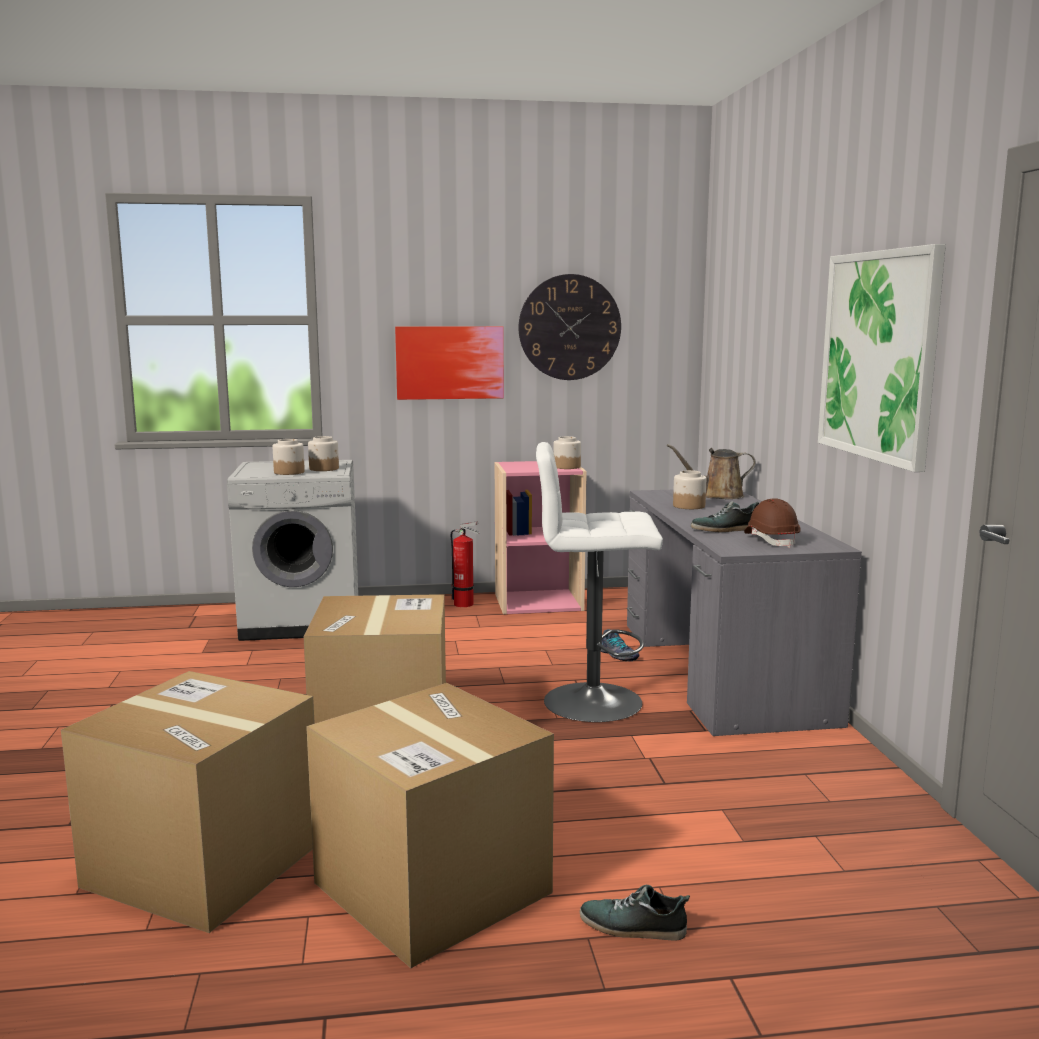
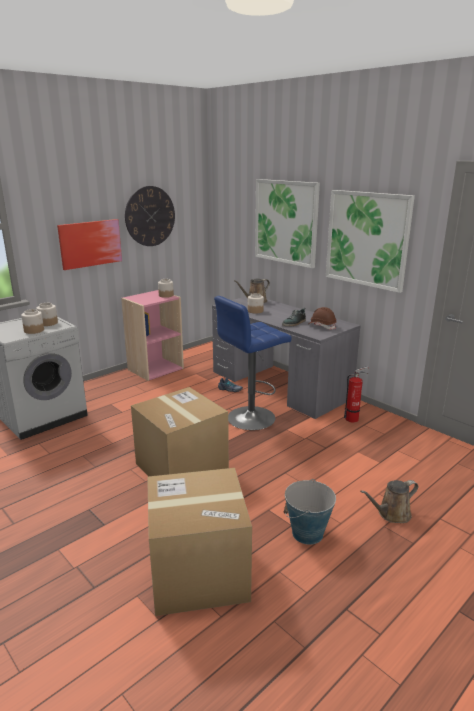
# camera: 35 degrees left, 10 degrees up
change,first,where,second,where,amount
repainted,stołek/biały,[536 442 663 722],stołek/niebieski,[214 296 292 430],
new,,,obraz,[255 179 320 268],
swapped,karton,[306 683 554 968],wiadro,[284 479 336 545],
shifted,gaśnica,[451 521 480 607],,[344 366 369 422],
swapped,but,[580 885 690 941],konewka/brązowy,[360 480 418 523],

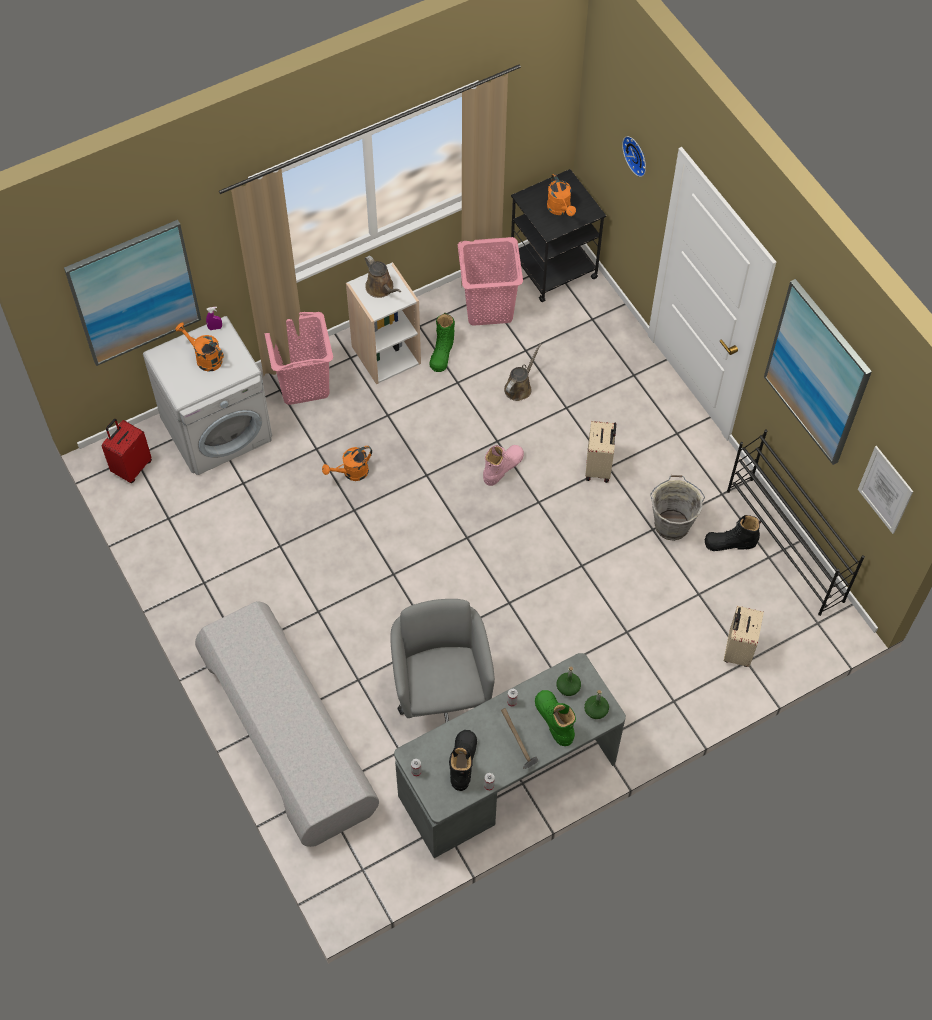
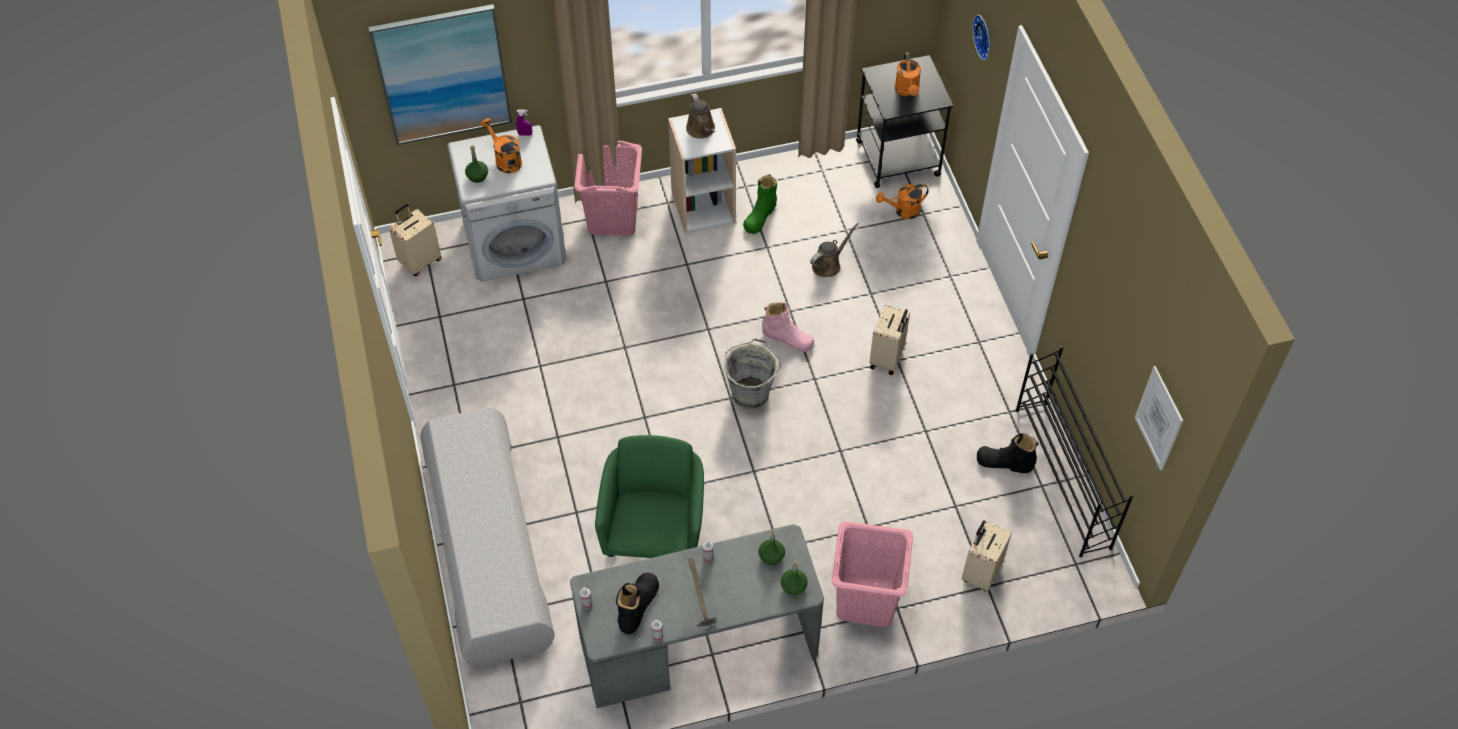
# camera: 15 degrees right, 5 degrees down
change,first,where,second,where,amount
repainted,walizka/czerwony,[102 419 152 483],walizka/beżowy,[389 204 442 276],
new,,,butelka/zielony,[465 145 488 183],
repainted,krzesło biurowe/szary,[390 599 495 722],krzesło biurowe/zielony,[595 435 704 558],
shifted,wiadro/szary,[650 475 705 541],,[724 338 781 409],
rotated,but z cholewką/różowy,[483 445 524 486],,[762 302 814 352],60 degrees clockwise
shifted,kosz na pranie/różowy,[458 237 523 326],,[831 521 913 627],
shifted,konewka/pomarańczowy,[322 446 372 481],,[876 184 929 219],
gone,but z cholewką/zielony,[535 690 576 746],,,
gone,obraz,[764 279 872 465],,,

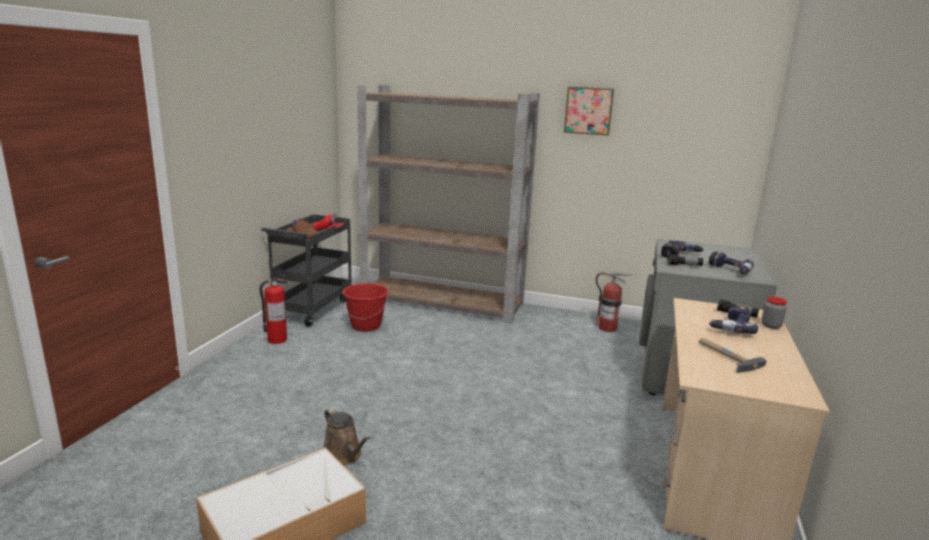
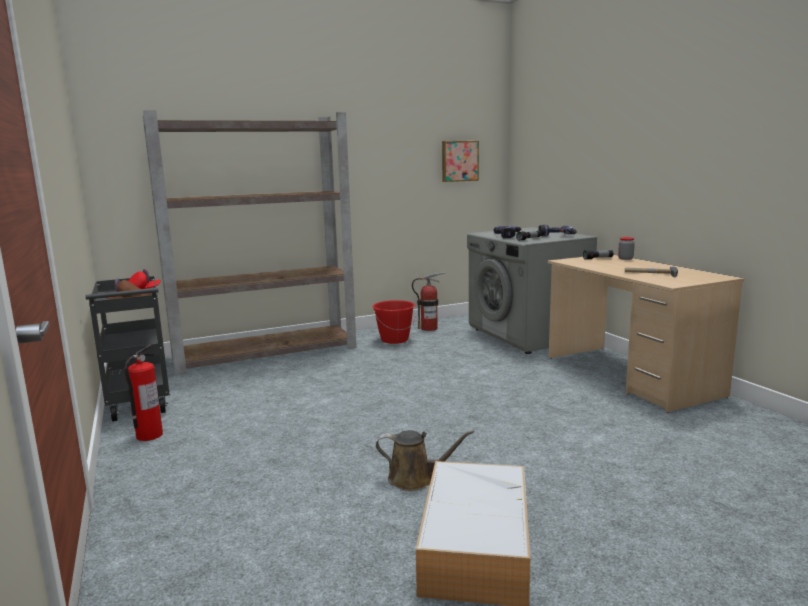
# camera: 40 degrees left, 5 degrees down
change,first,where,second,where,amount
shifted,wiadro/czerwony,[342 283 389 332],,[372 300 416 344],
shifted,obraz,[564 86 614 136],,[442 141 479 182],
gone,wiertarka,[709 306 758 334],,,

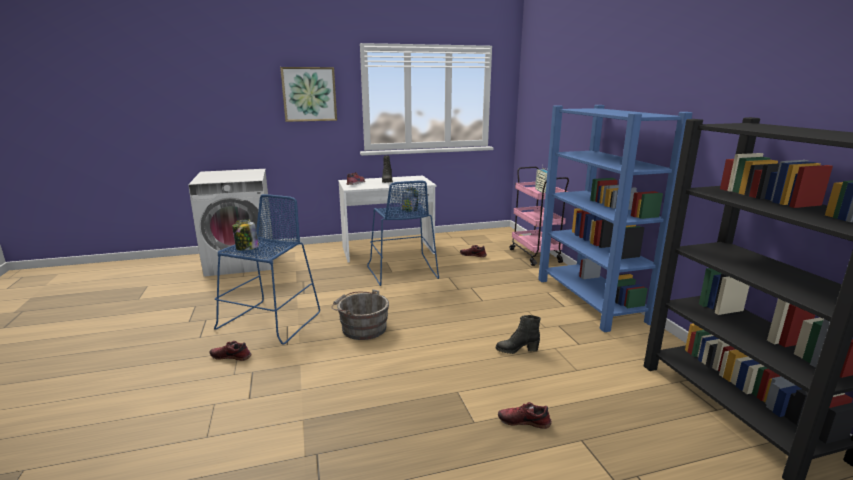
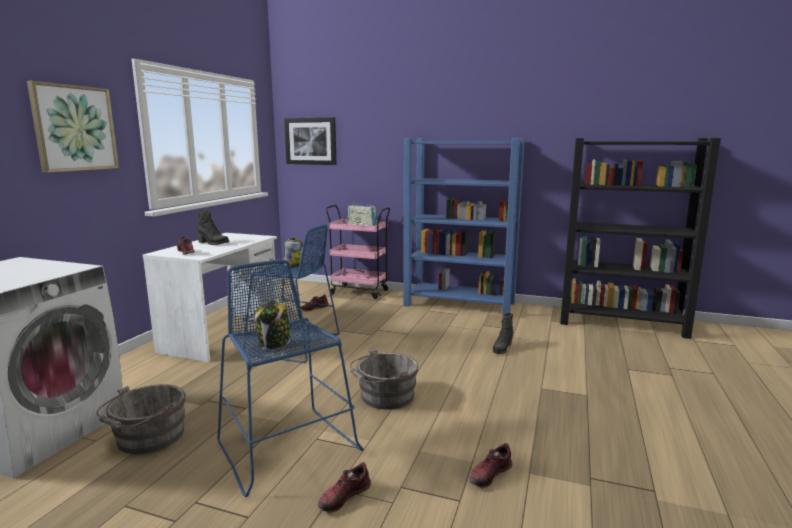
# camera: 55 degrees left, 5 degrees down
change,first,where,second,where,amount
new,,,wiadro/szary,[97 384 186 454],
new,,,obraz,[284 117 337 165],
shifted,but,[498 402 552 429],,[469 443 512 489],

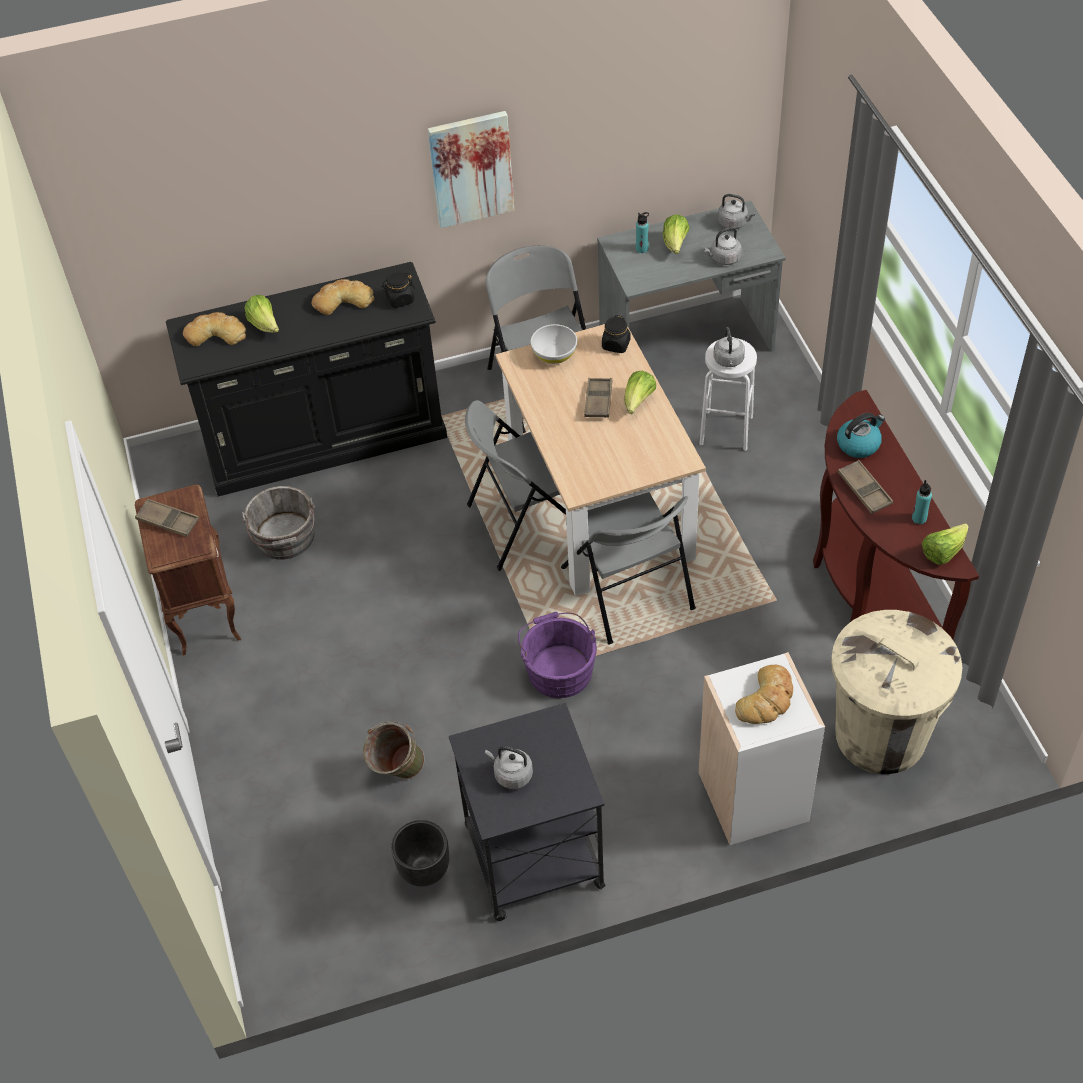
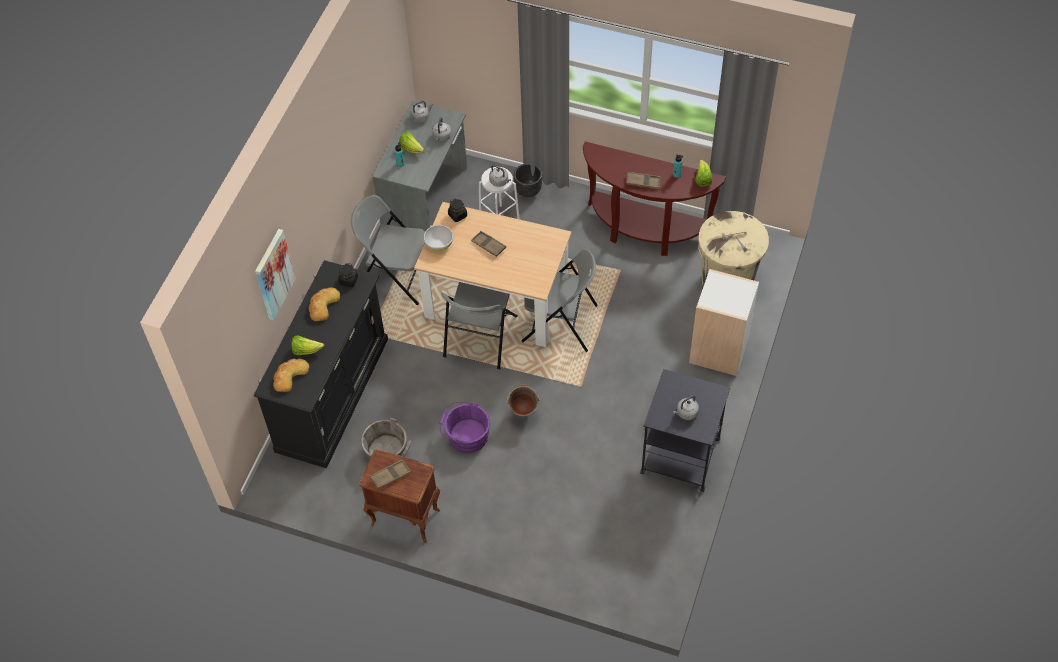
# camera: 55 degrees left, 5 degrees up
change,first,where,second,where,amount
shifted,obraz,[428 111 514 228],,[255 229 296 320],
shifted,wiadro/fioletowy,[518 612 597 698],,[439 401 490 453],
shifted,wiadro/zielony,[363 721 425 779],,[507 385 540 416],
shifted,donica/czarny,[391 820 449 887],,[514 163 542 197],
gone,sałata,[624 371 656 414],,,
gone,chleb,[735 665 793 724],,,
gone,czajnik,[837 413 885 458],,,

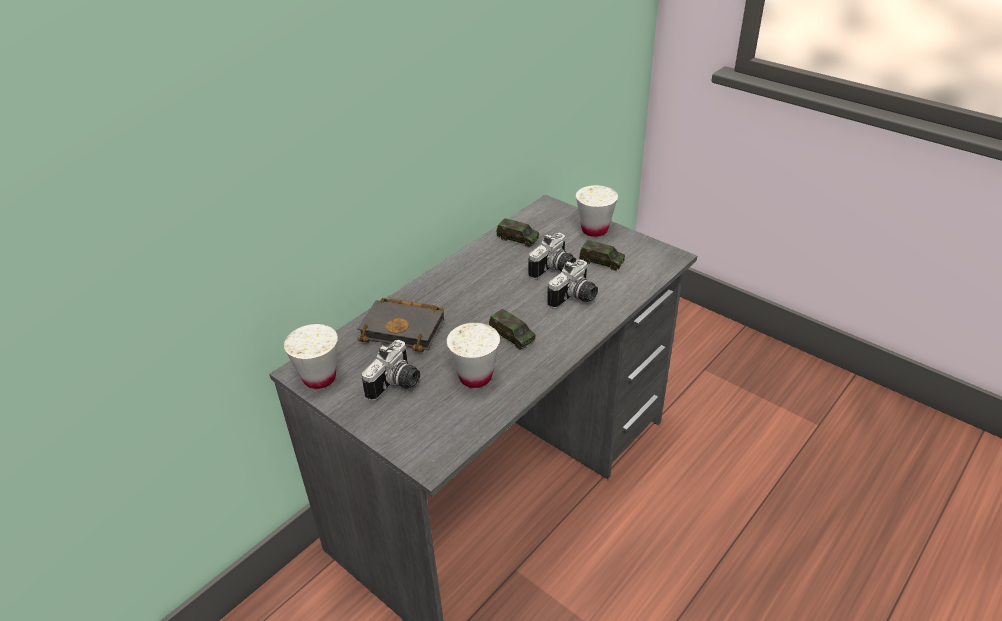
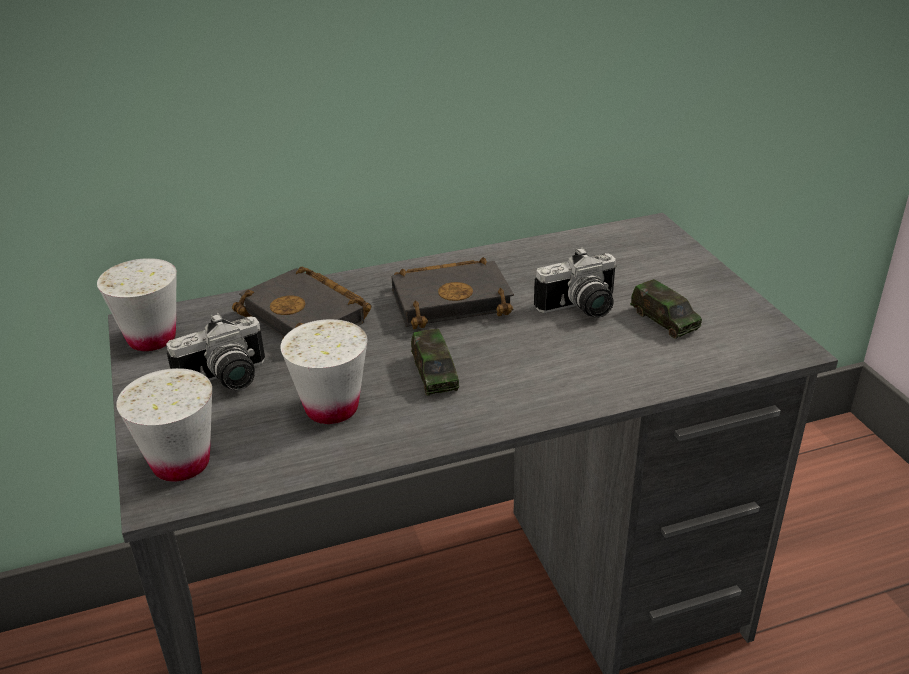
# camera: 30 degrees right, 5 degrees down
change,first,where,second,where,amount
shifted,filiżanka/biały,[576 185 618 237],,[116 368 212 482],
new,,,książka/czarny,[392 257 514 329],
gone,samochodzik,[496 218 539 248],,,
gone,aparat fotograficzny,[547 260 598 309],,,

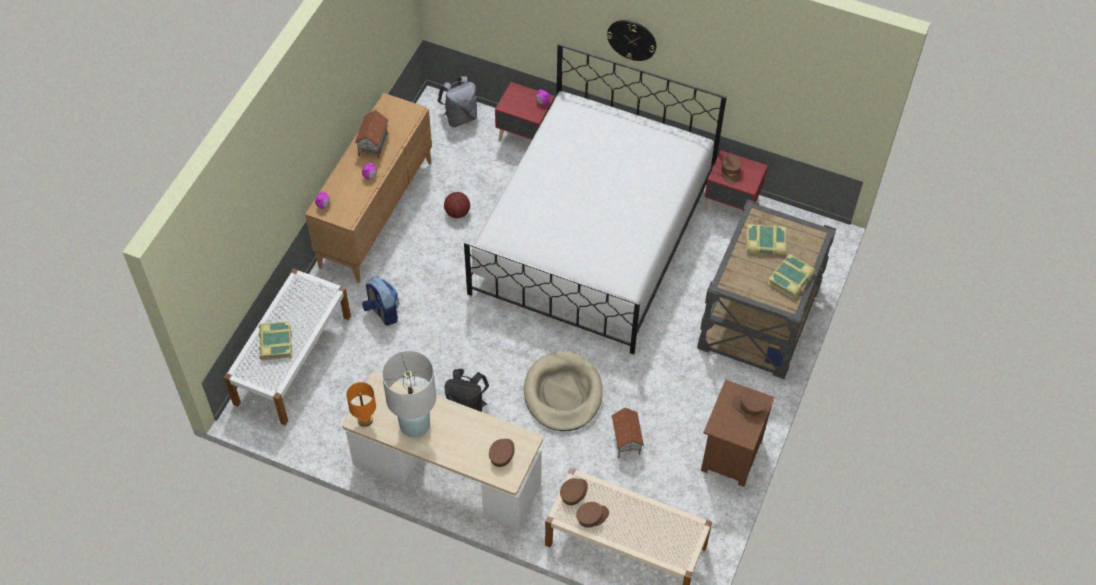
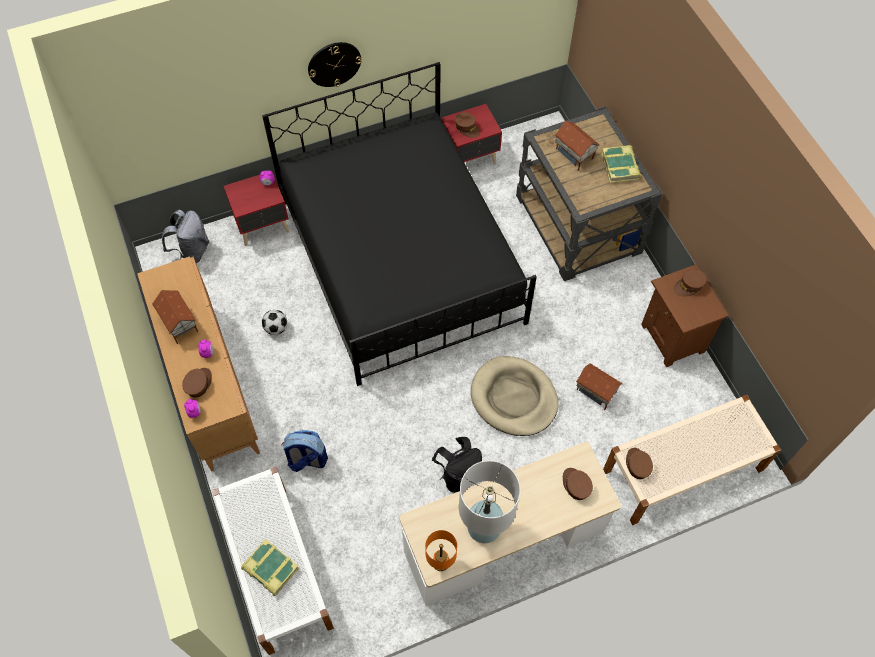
# camera: 45 degrees left, 5 degrees up
change,first,where,second,where,amount
shifted,czapka z daszkiem/brązowy,[576 502 609 528],,[182 368 212 397],
repainted,łóżko/biały,[464 43 727 354],łóżko/czarny,[262 62 537 386],
swapped,piłka do koszykówki,[444 192 470 218],piłka futbolowa,[262 310 287 335],
swapped,książka,[746 224 786 256],domek,[555 121 600 171],

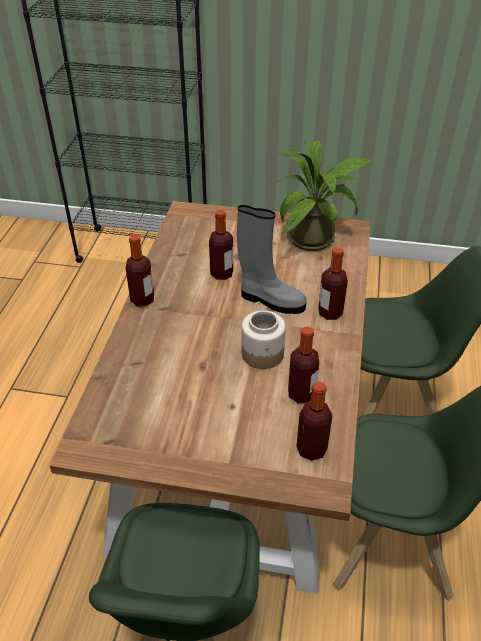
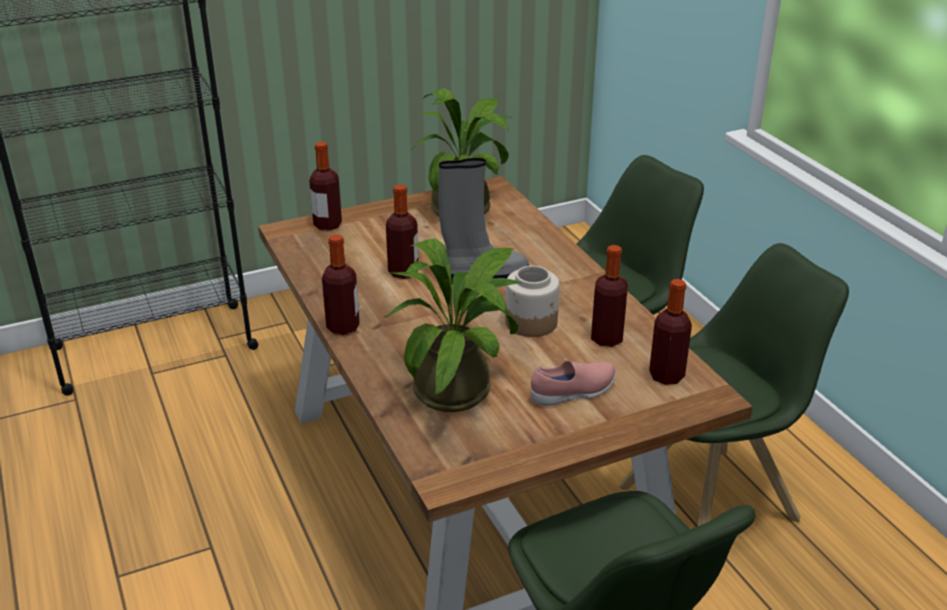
# camera: 35 degrees left, 10 degrees down
change,first,where,second,where,amount
shifted,butelka,[318 247 348 320],,[309 142 342 231],
new,,,roślina doniczkowa,[385 238 521 412],
new,,,but/różowy,[530 361 616 406],

